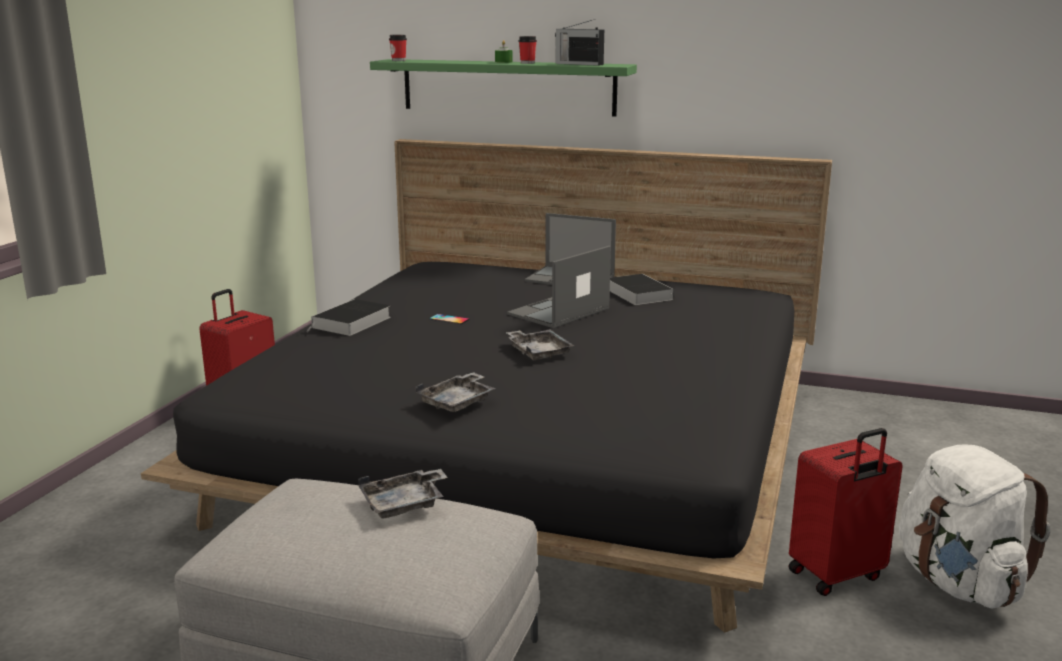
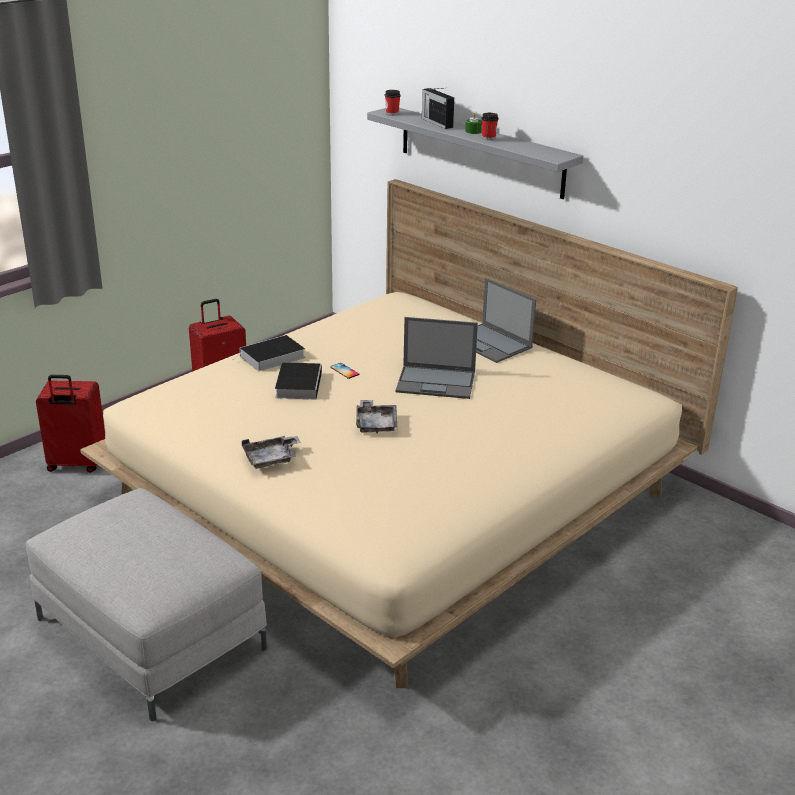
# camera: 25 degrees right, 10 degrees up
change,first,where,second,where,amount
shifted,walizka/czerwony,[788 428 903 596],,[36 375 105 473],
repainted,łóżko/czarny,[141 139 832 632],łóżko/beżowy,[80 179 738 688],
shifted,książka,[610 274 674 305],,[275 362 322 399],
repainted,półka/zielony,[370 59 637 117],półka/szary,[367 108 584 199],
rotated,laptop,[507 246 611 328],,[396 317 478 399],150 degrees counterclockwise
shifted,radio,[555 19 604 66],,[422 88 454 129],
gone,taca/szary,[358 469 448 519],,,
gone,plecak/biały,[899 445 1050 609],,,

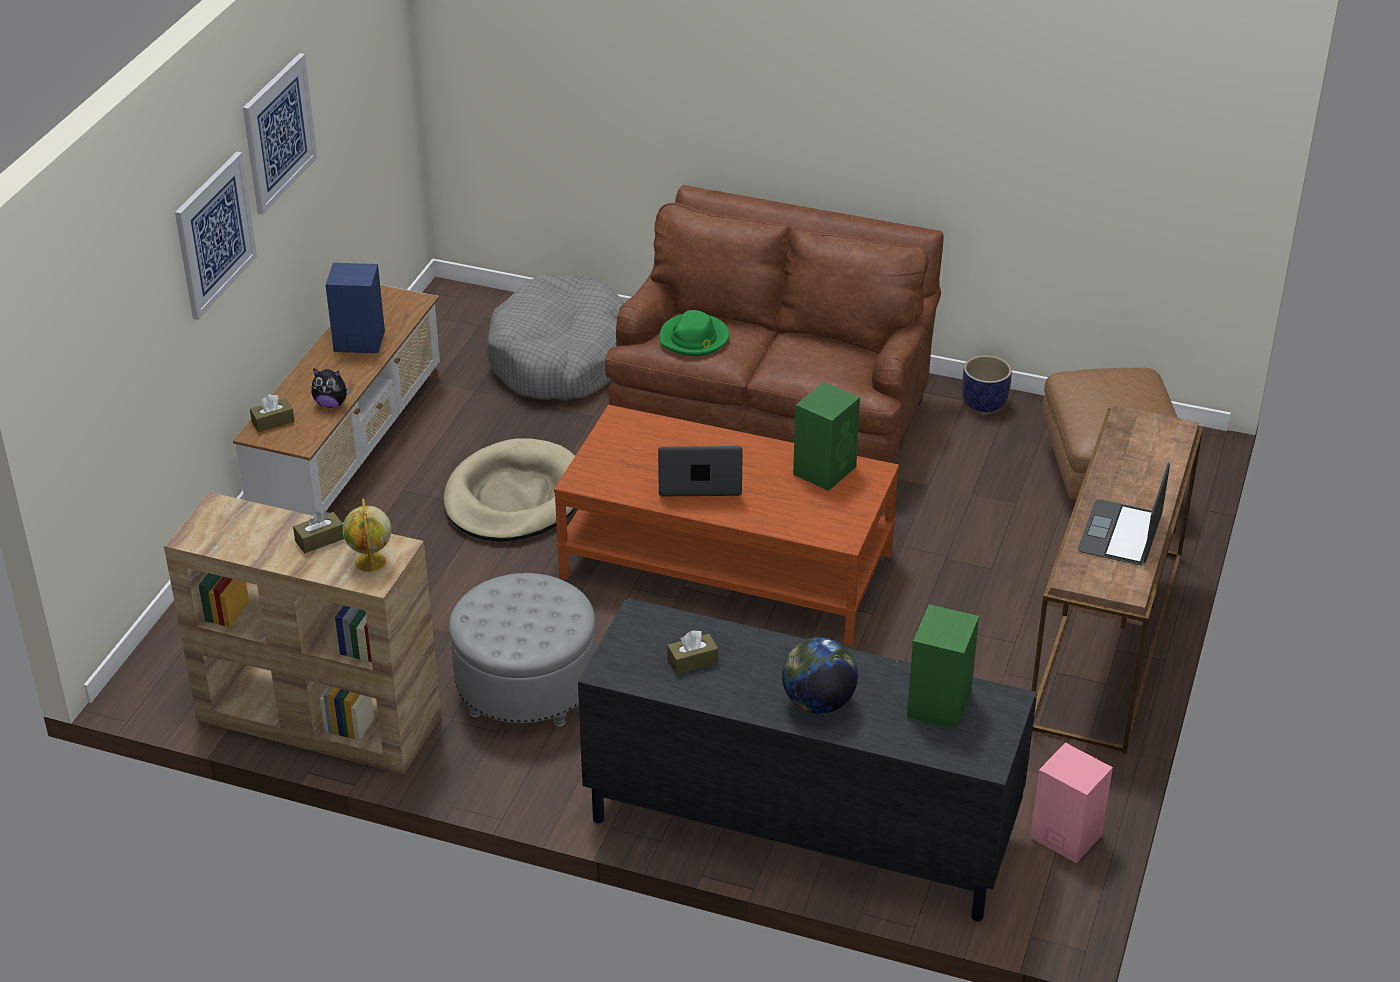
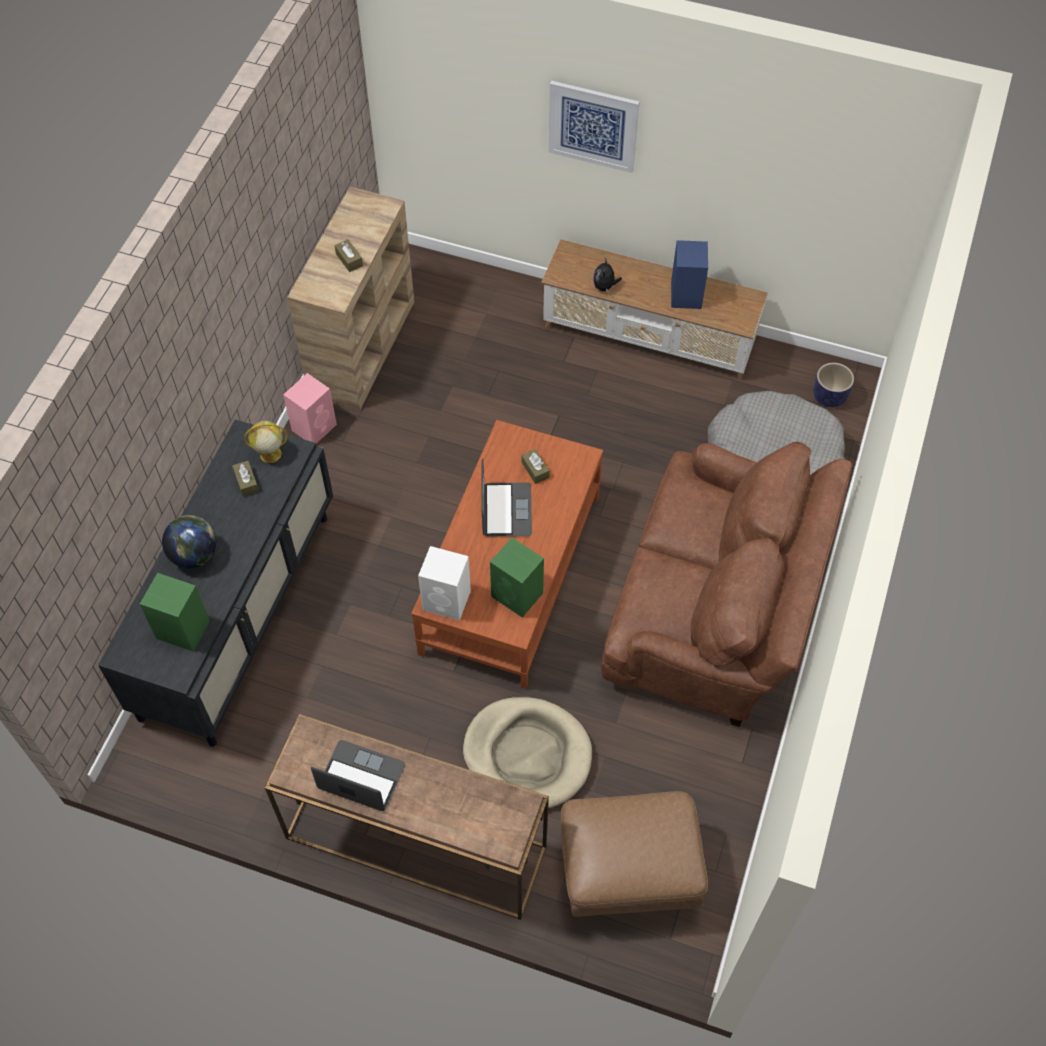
# camera: 90 degrees right, 20 degrees up
change,first,where,second,where,amount
shifted,globus,[343 499 391 572],,[244 421 288 463],
shifted,głośnik/różowy,[1030 743 1113 863],,[283 373 337 443],
new,,,głośnik/biały,[418 546 471 620],
shifted,legowisko/beżowy,[444 438 576 542],,[463 697 592 809],
shifted,pudełko chusteczek/brązowy,[250 394 295 432],,[521 449 550 484],
shifted,donica,[962 355 1012 413],,[813 363 854 408],
gone,obraz,[243 53 317 215],,,
gone,pufa/szary,[449 573 596 727],,,
gone,kapelusz/zielony,[660 310 729 356],,,

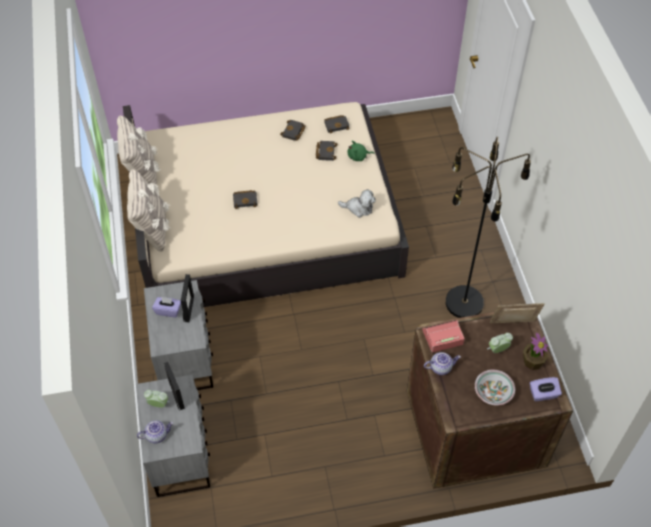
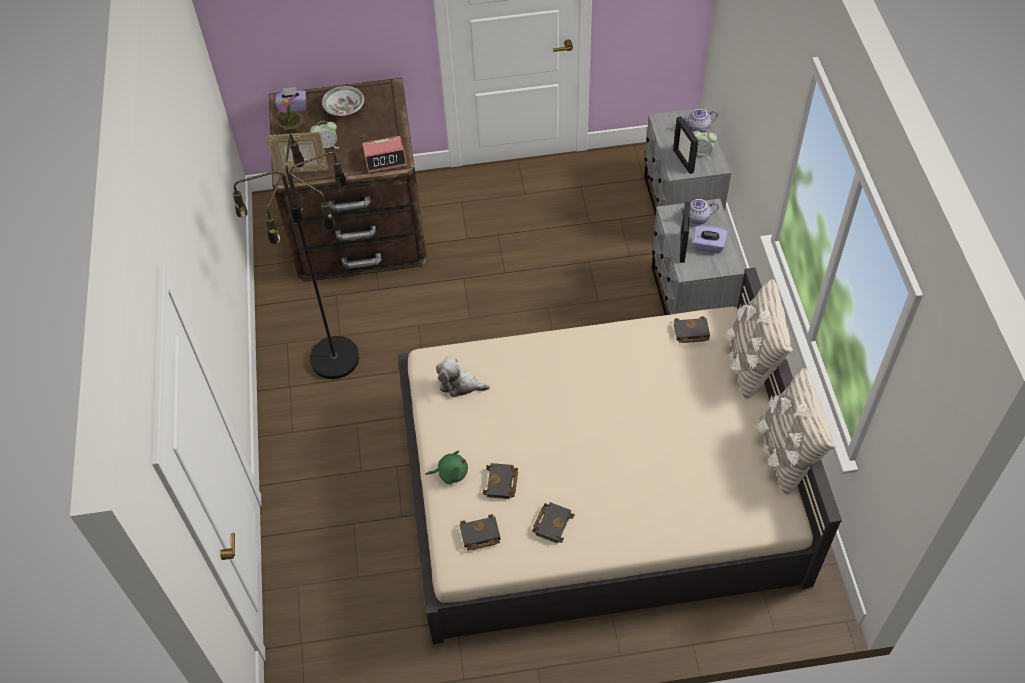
# camera: 175 degrees left, 0 degrees up
change,first,where,second,where,amount
shifted,książka/czarny,[233 190 258 209],,[674 316 710 343],
shifted,imbryk,[424 352 461 375],,[679 199 719 224],

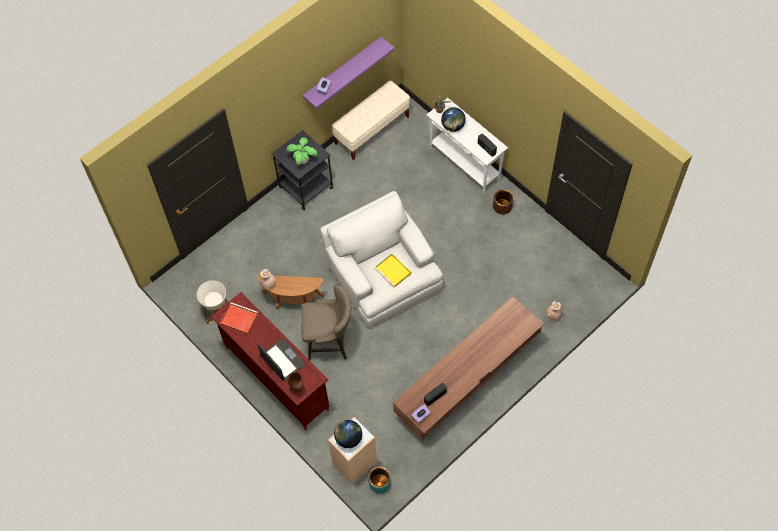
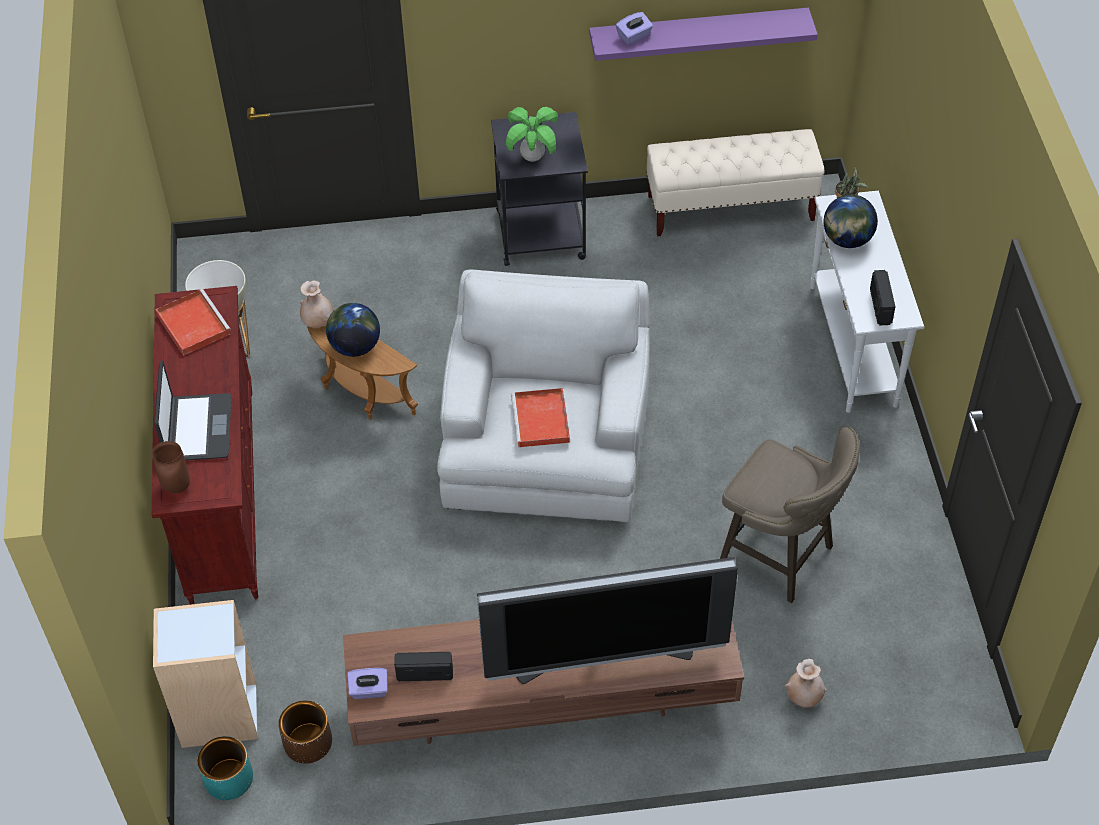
# camera: 35 degrees right, 10 degrees down
change,first,where,second,where,amount
shifted,donica/brązowy,[493 189 513 214],,[278 700 332 764],
shifted,globus,[334 420 362 448],,[326 303 380 357],
new,,,telewizor,[477 557 738 684],
repainted,taca/żółty,[375 254 411 288],taca/czerwony,[511 388 570 447],
shifted,stołek/beżowy,[301 284 351 361],,[720 427 860 603],

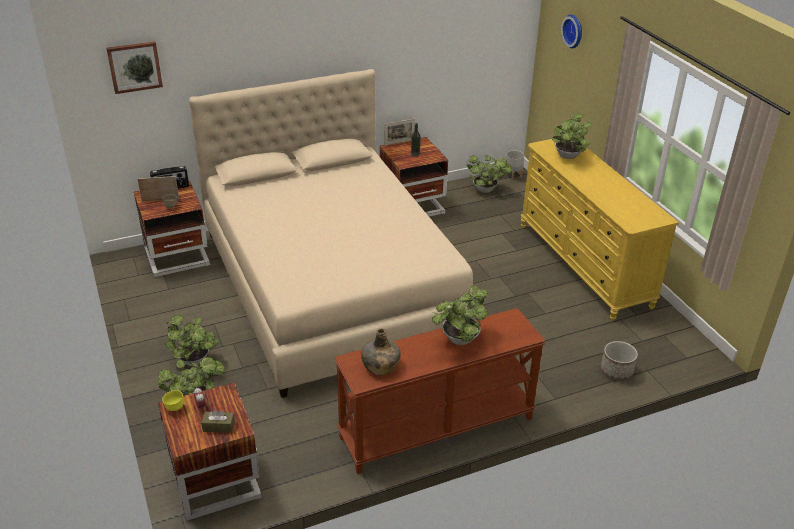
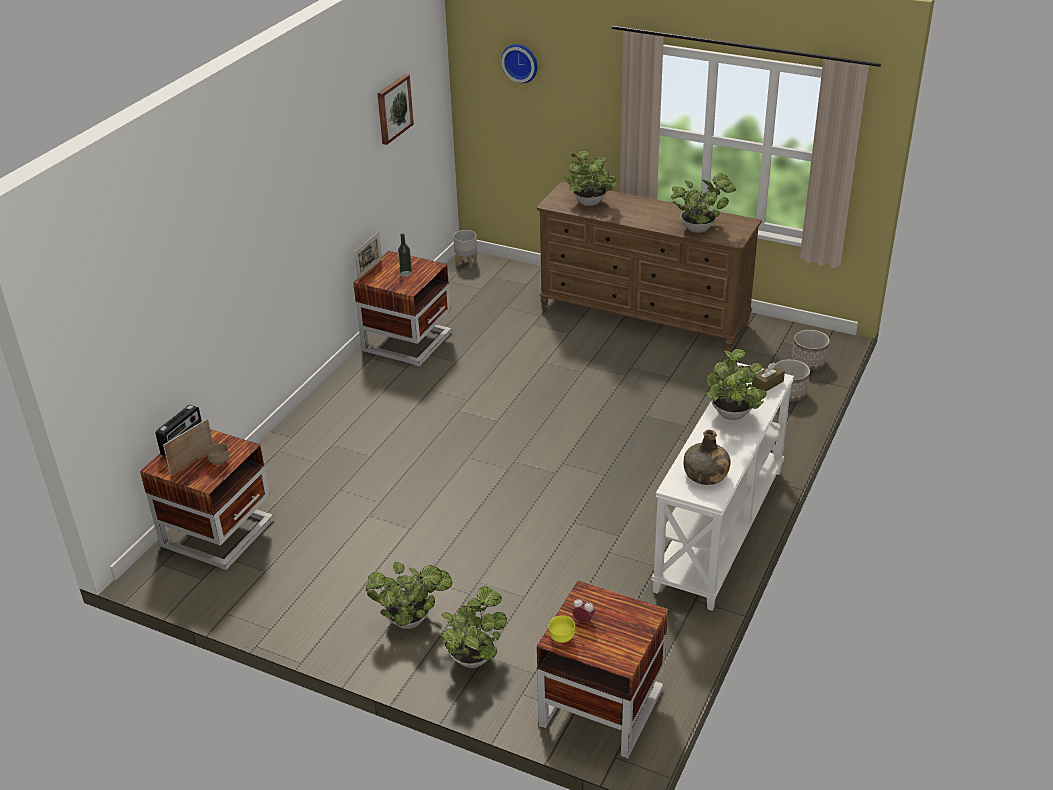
# camera: 40 degrees left, 0 degrees up
change,first,where,second,where,amount
shifted,obraz,[106 41 163 94],,[377 74 414 145],
repainted,komoda/żółty,[521 139 679 321],komoda/brązowy,[537 181 762 352],
repainted,stolik konsolowy/brązowy,[335 308 545 474],stolik konsolowy/biały,[652 363 794 611],
shifted,roślina doniczkowa,[467 155 512 193],,[671 173 736 233],
shifted,pudełko chusteczek/brązowy,[201 410 235 433],,[752 363 785 391],
new,,,donica,[792 330 830 370],
gone,łóżko/beżowy,[189 69 484 398],,,

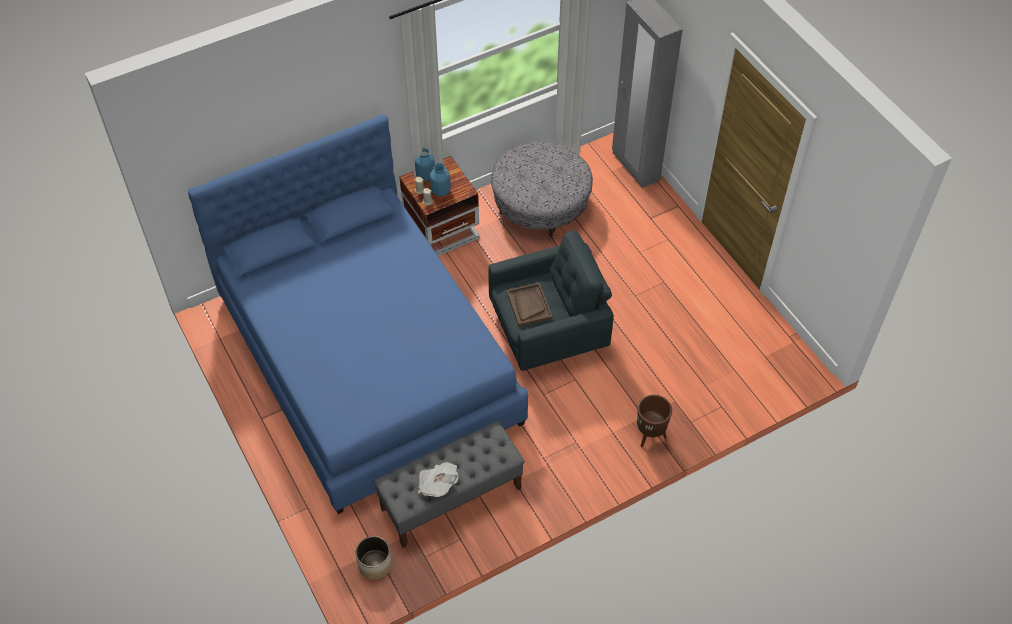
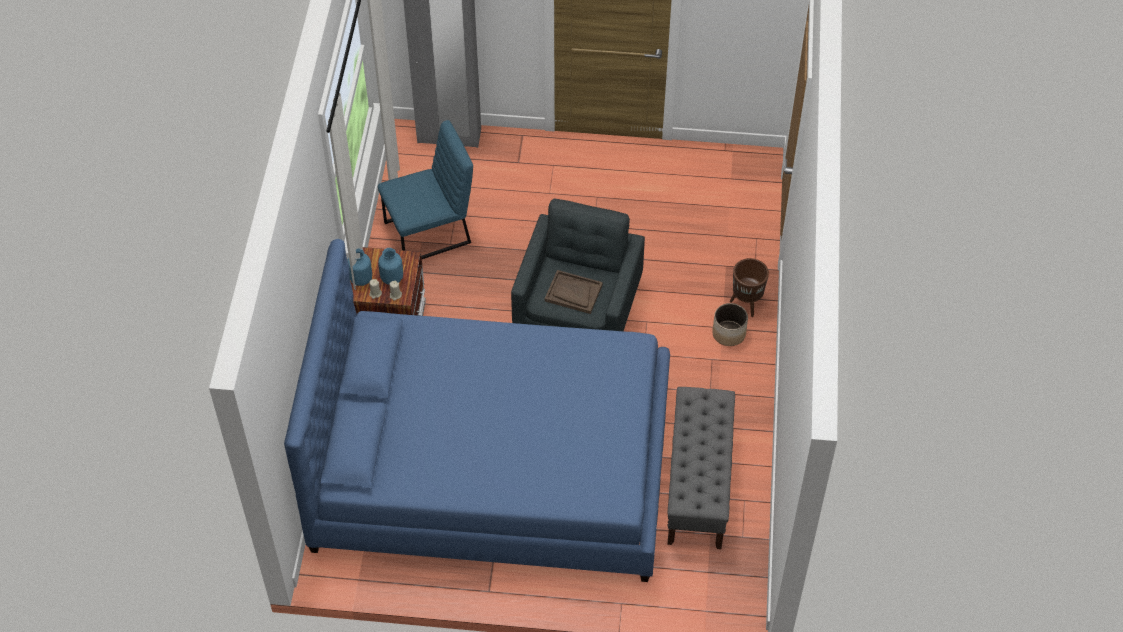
# camera: 55 degrees left, 0 degrees up
change,first,where,second,where,amount
swapped,pufa/szary,[491 141 593 239],krzesło/niebieski,[378 120 473 259],
shifted,donica,[355 536 392 580],,[712 303 748 346],
gone,gazeta,[418 462 459 497],,,

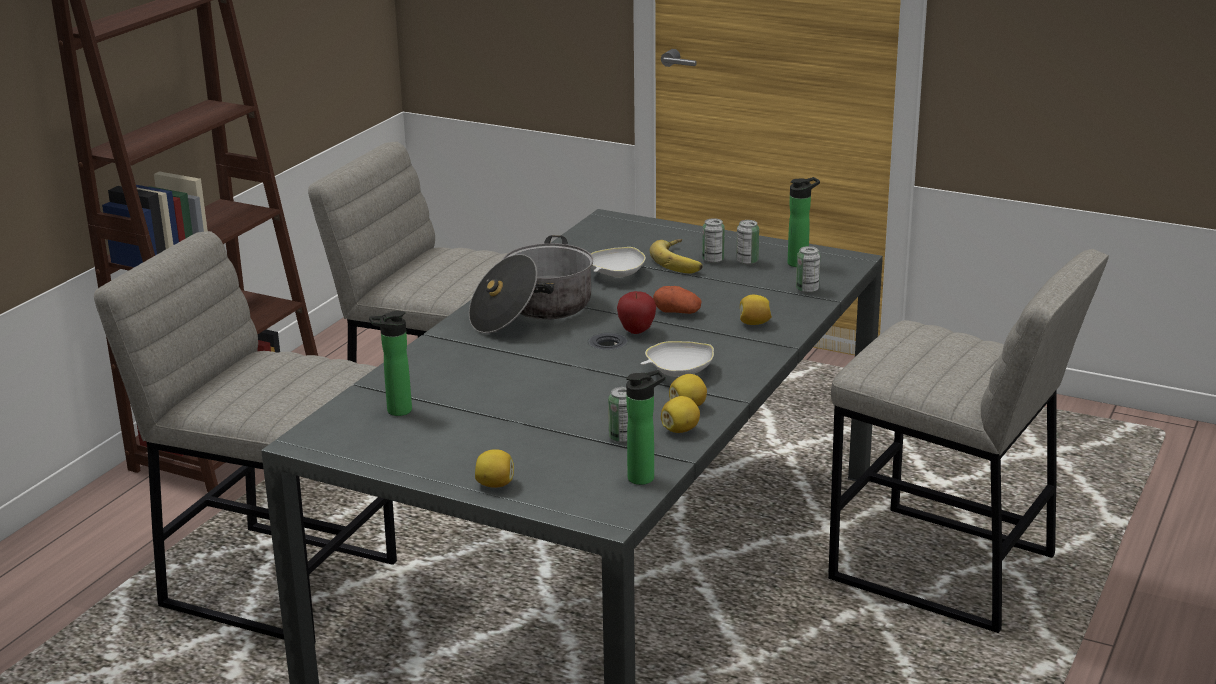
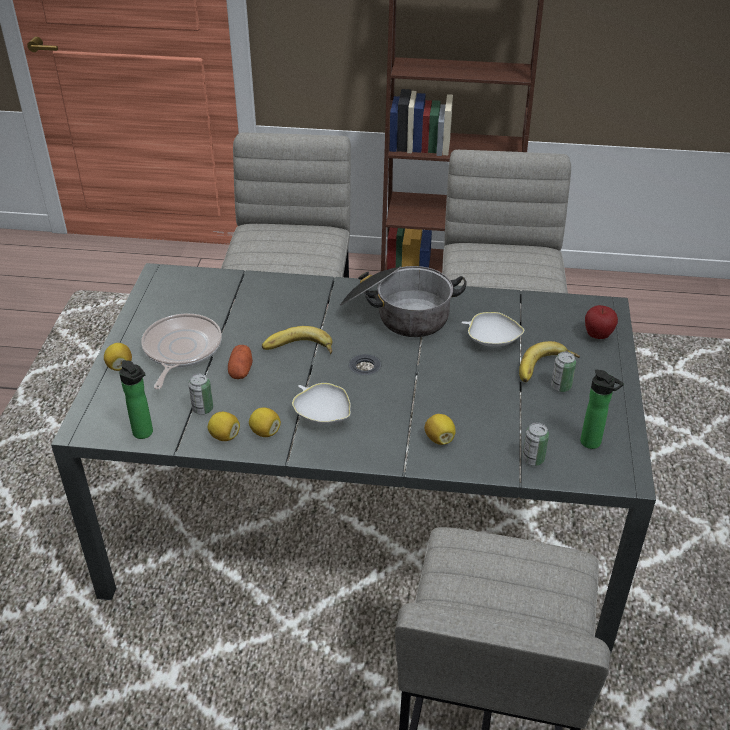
# camera: 70 degrees right, 15 degrees up
change,first,where,second,where,amount
new,,,patelnia,[141 314 222 389],
shifted,ziemniak,[653 286 702 314],,[228 345 253 379],
new,,,banan,[262 326 332 354],
shifted,jabłko,[617 291 656 334],,[585 305 618 339],
gone,butelka,[369 311 412 416],,,
gone,puszka,[736 220 759 265],,,

